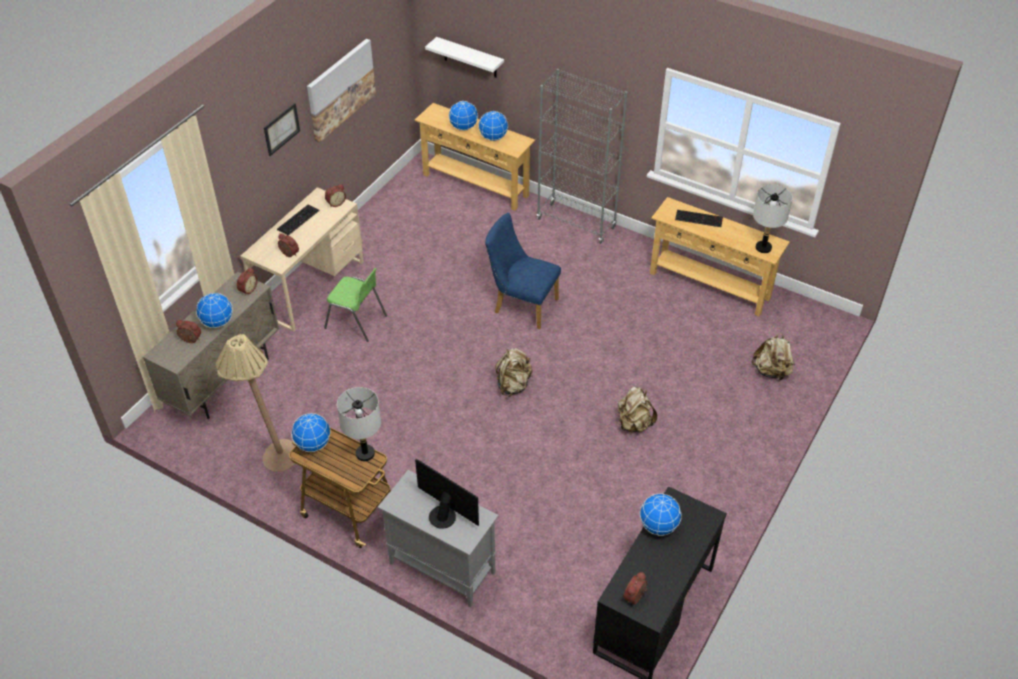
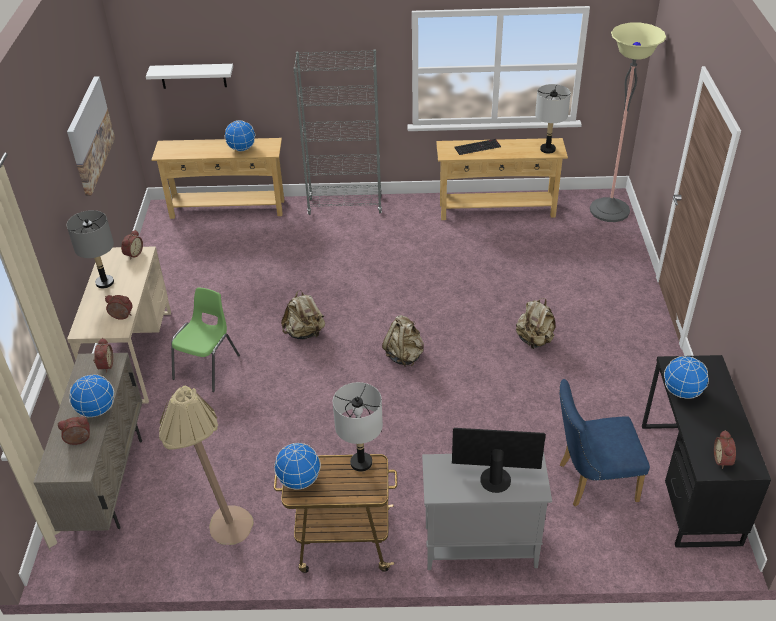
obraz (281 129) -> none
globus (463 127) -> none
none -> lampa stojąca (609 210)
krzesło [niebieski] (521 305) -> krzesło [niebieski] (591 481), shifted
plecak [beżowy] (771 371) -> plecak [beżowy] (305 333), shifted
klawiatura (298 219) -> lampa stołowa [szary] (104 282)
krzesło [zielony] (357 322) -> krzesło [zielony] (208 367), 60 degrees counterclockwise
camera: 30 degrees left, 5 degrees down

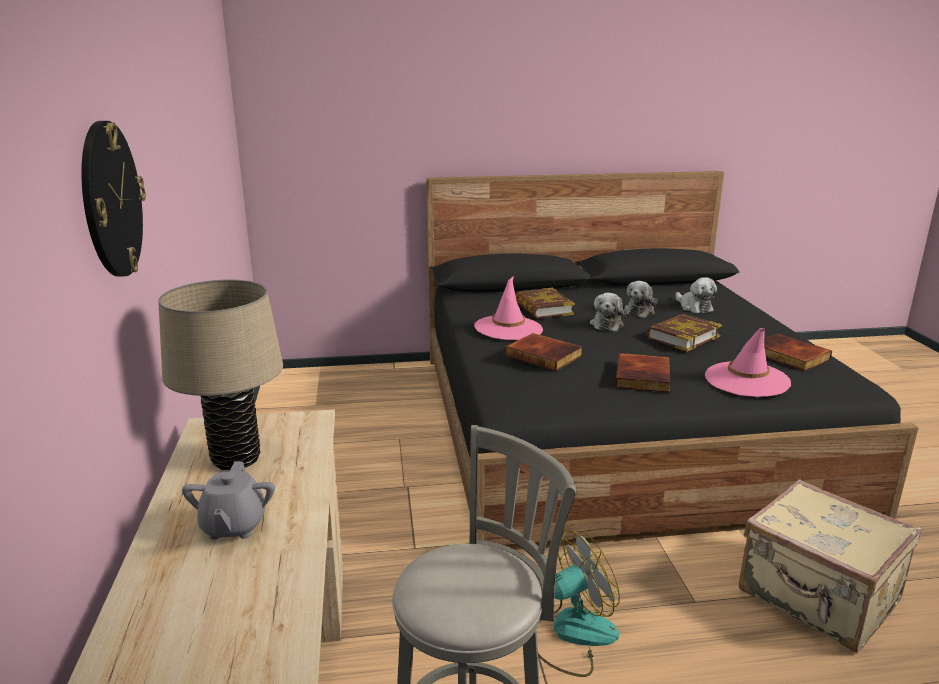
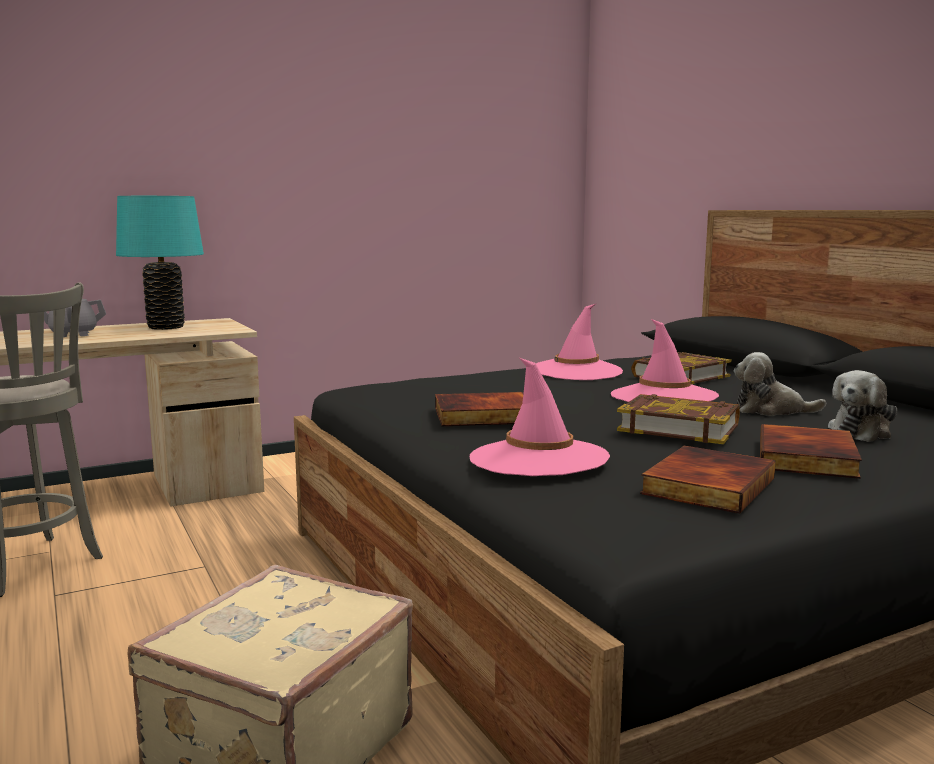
zegar ścienny (111 200) -> none
wentylator (571 634) -> none
książka (545 355) -> książka (809 458), shifted
pluszak (607 324) -> kapelusz [różowy] (663 396)
lampa stołowa [beżowy] (236 459) -> lampa stołowa [turkusowy] (166 327)
camera: 70 degrees right, 10 degrees down

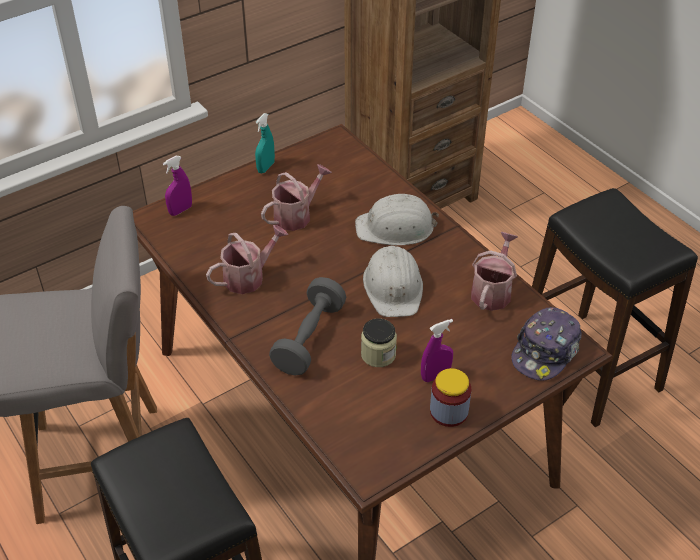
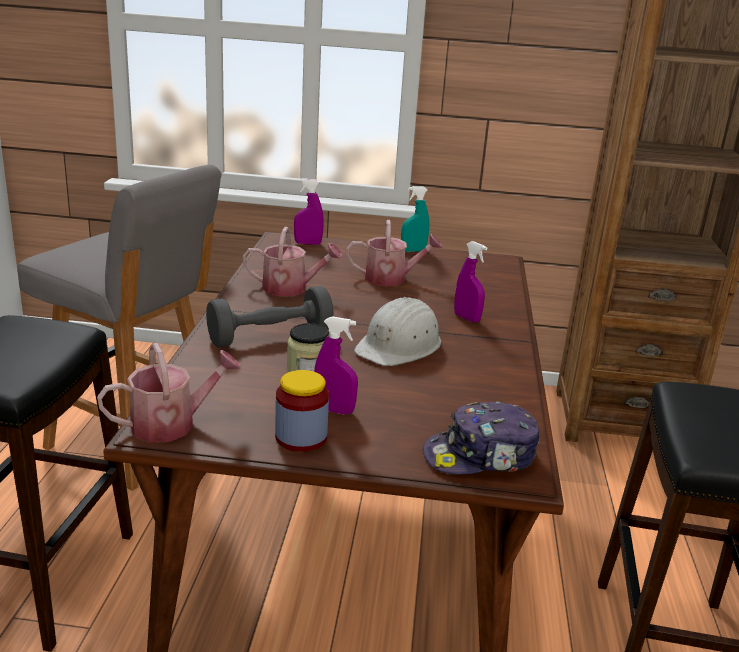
konewka (492 291) -> konewka (172 424), shifted
kask [biały] (396 228) -> spryskiwacz [fioletowy] (467 318)
camera: 40 degrees right, 20 degrees down

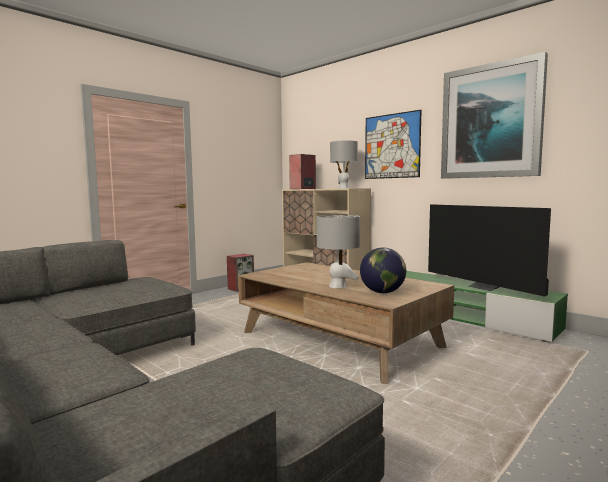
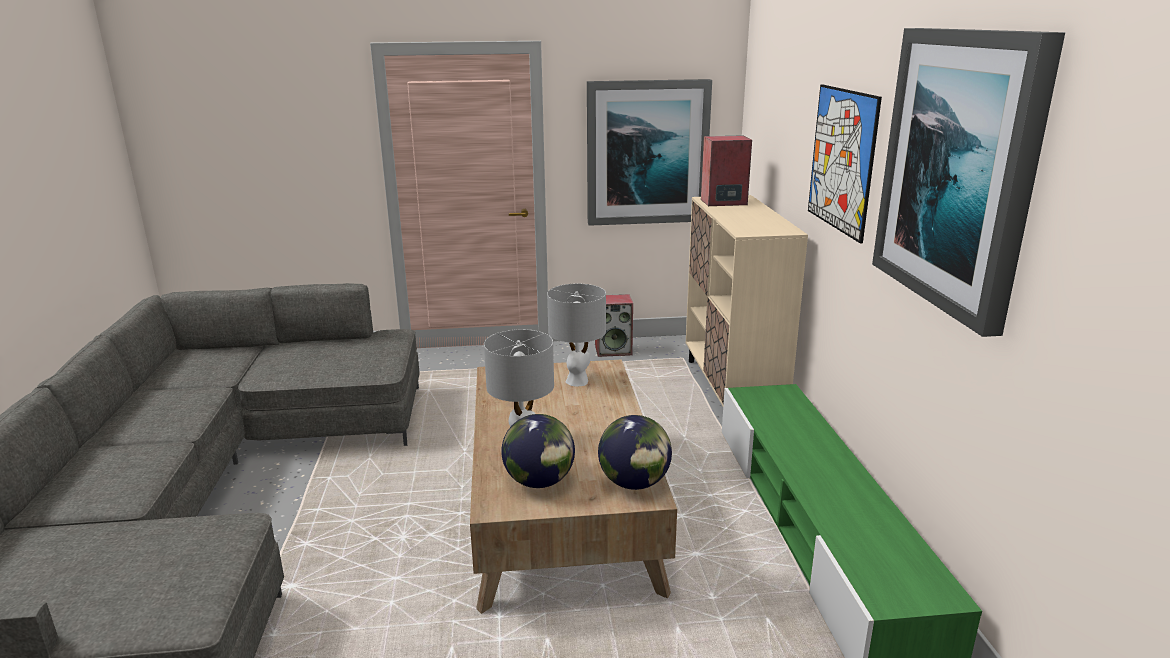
telewizor (484 287) -> none
none -> obraz (647 152)
none -> globus (634 483)
lampa stołowa [szary] (343 188) -> lampa stołowa [szary] (577 381), shifted
camera: 40 degrees right, 15 degrees up

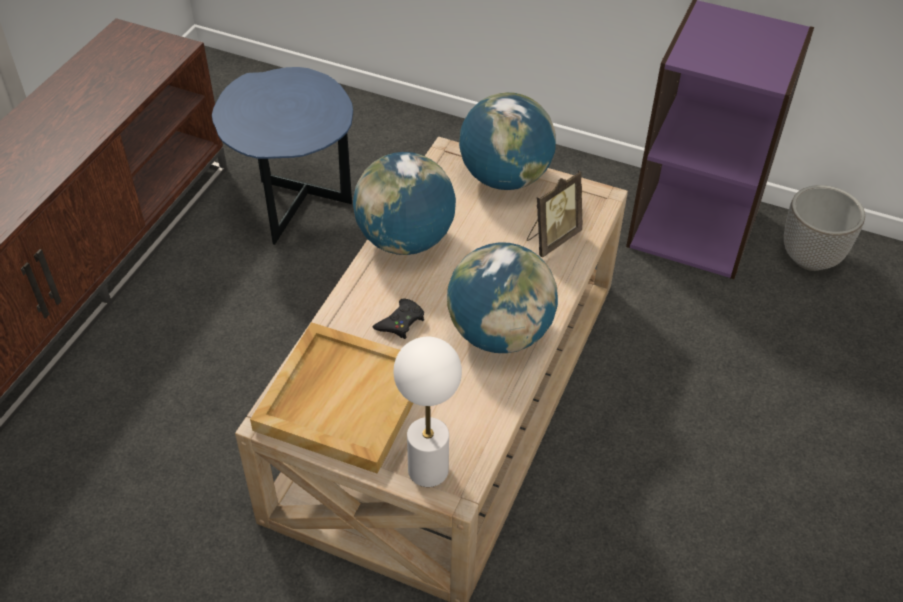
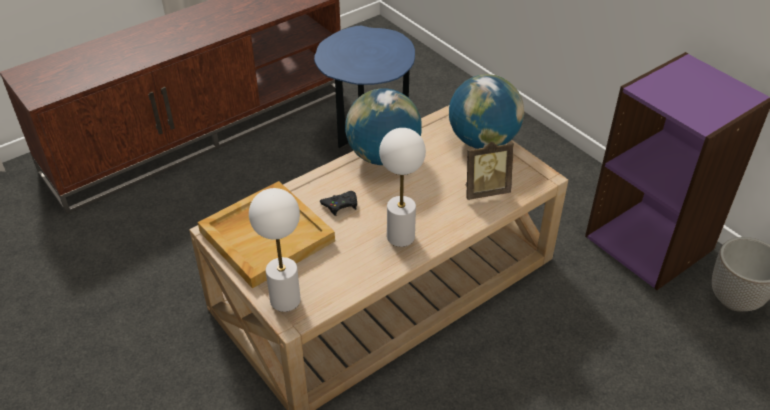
globus (500 333) -> lampa stołowa [biały] (400 237)
camera: 30 degrees right, 5 degrees down

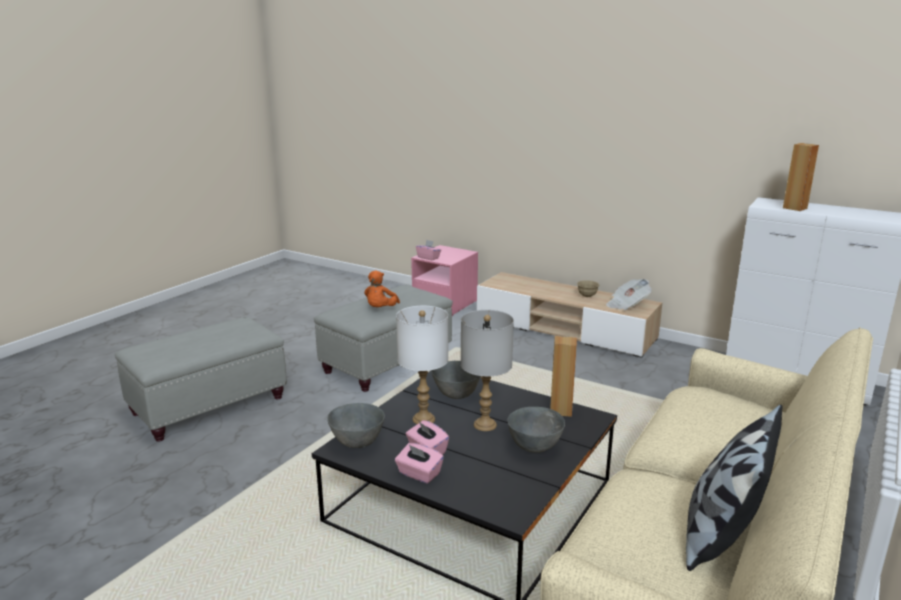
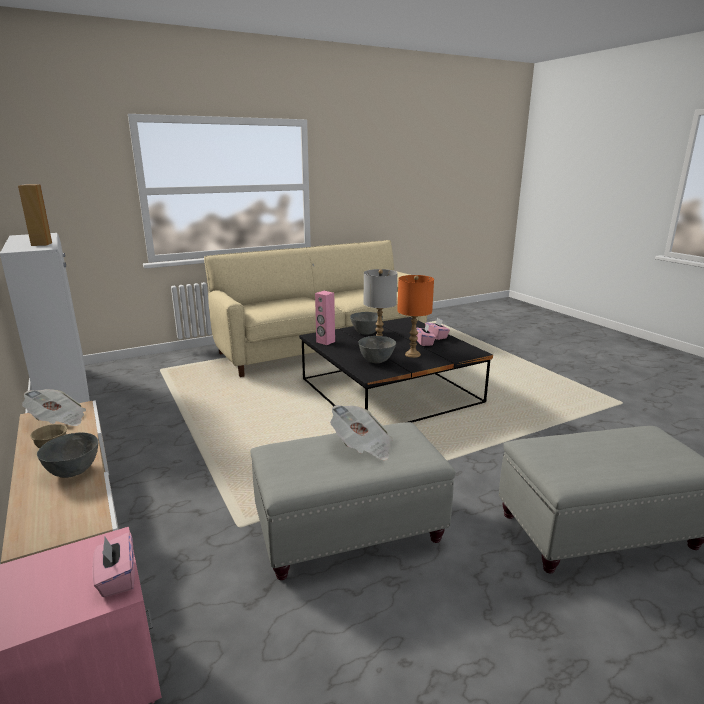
poduszka (721 536) -> none
miska [szary] (358 443) -> miska [szary] (73 472), shifted
pluszak [pomarańczowy] (380 309) -> gazeta (362 447)
lampa stołowa [biały] (423 419) -> lampa stołowa [pomarańczowy] (412 354)
głośnik [brązowy] (561 410) -> głośnik [różowy] (325 342)
camera: 150 degrees left, 0 degrees up

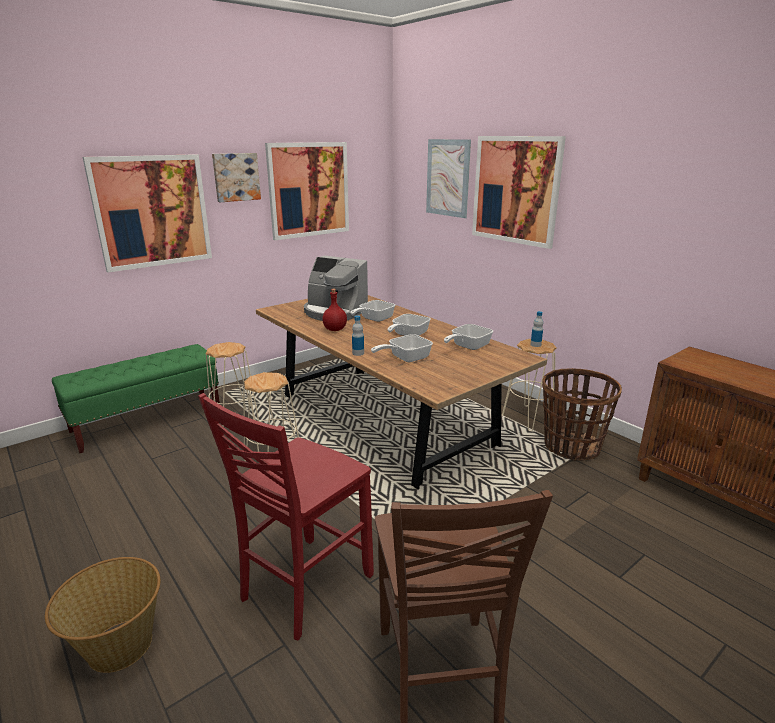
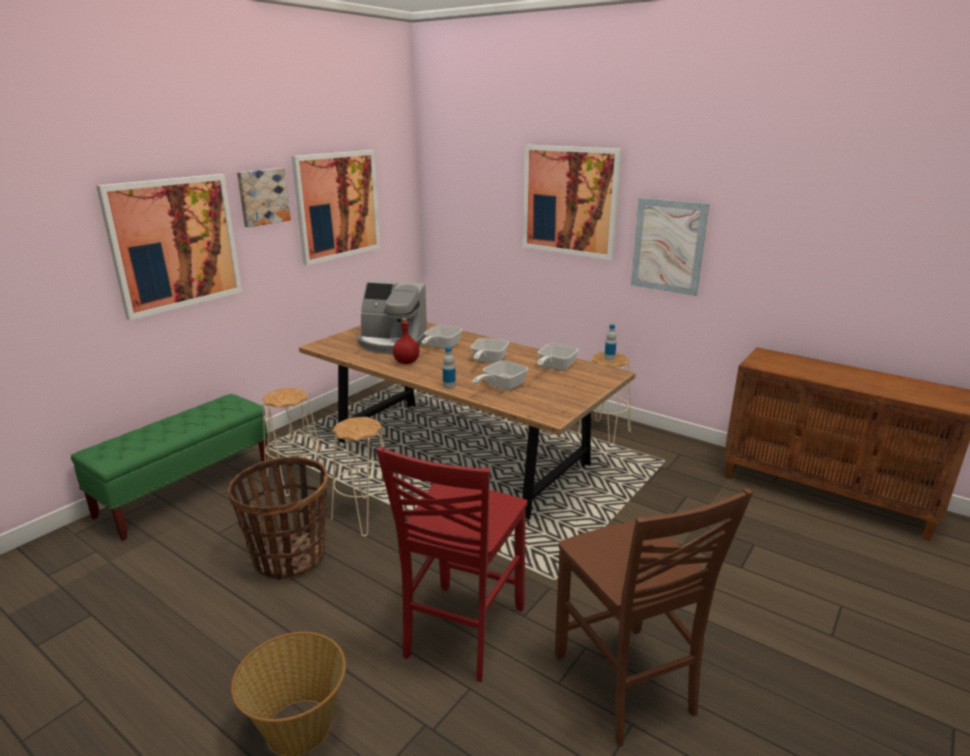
obraz (448 178) -> obraz (668 246), shifted
koszyk (571 446) -> koszyk (289 558), shifted
camera: 15 degrees left, 0 degrees up

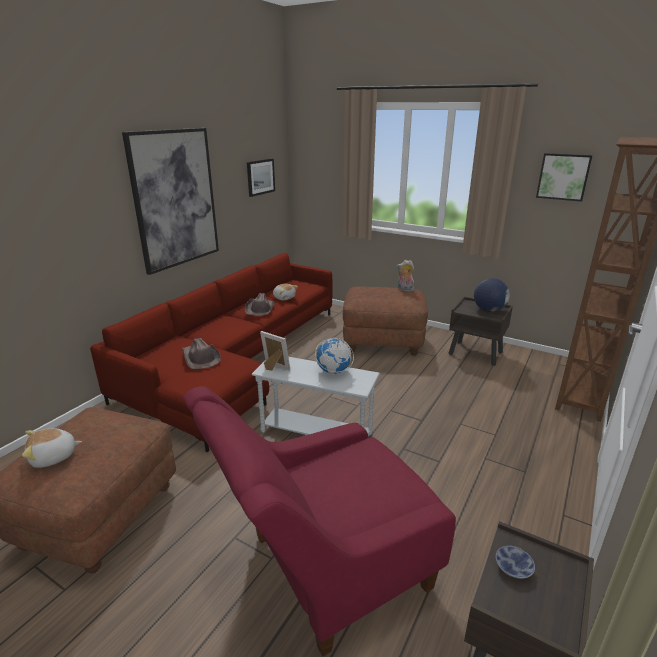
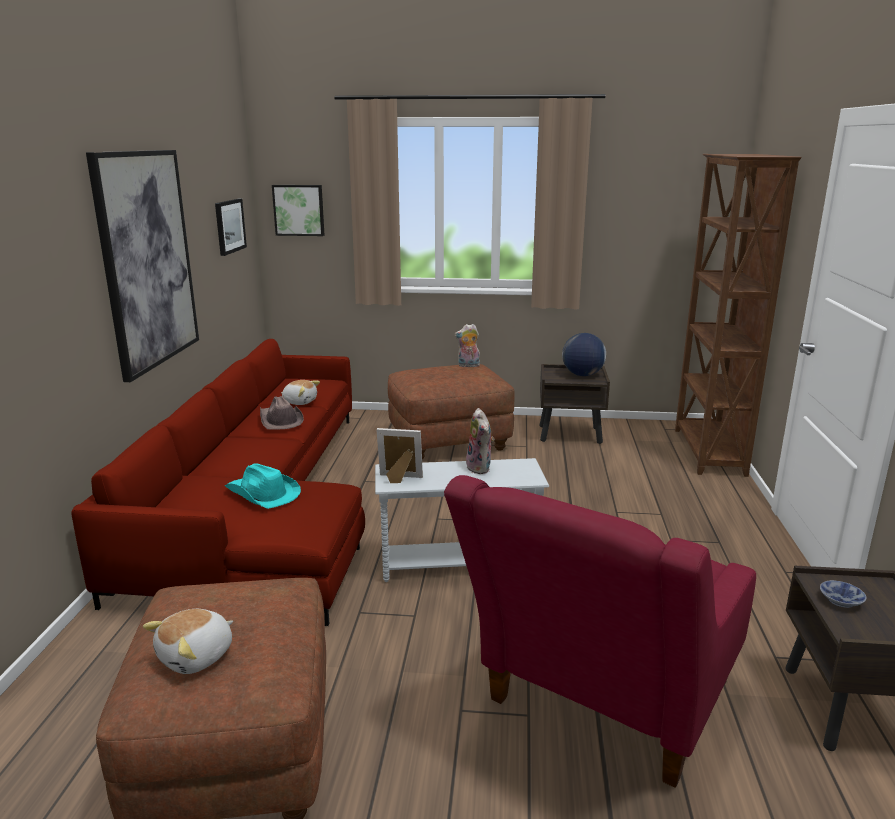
obraz (563 176) -> obraz (299 210), shifted
globus (333 372) -> pluszak (480 468)
kapelusz [brązowy] (200 358) -> kapelusz [turkusowy] (262 494)
camera: 25 degrees left, 5 degrees down

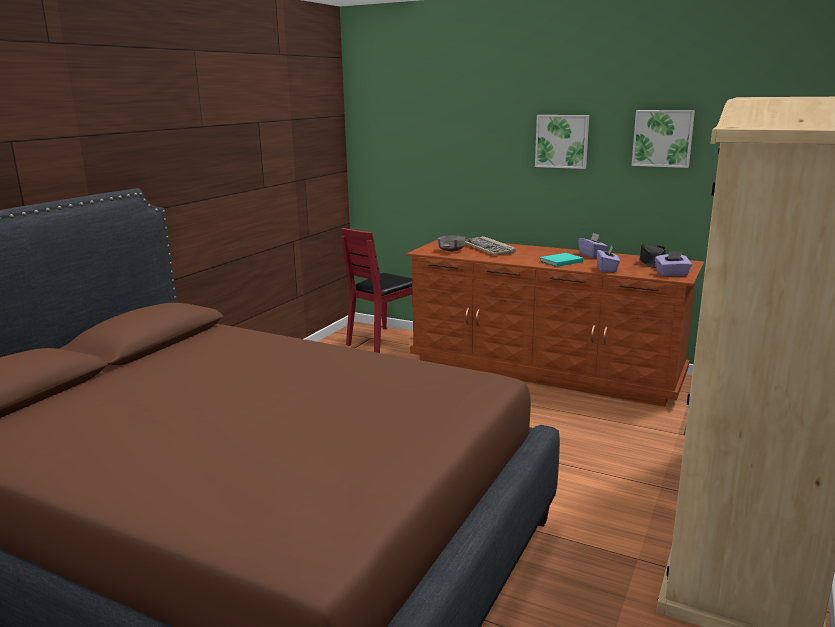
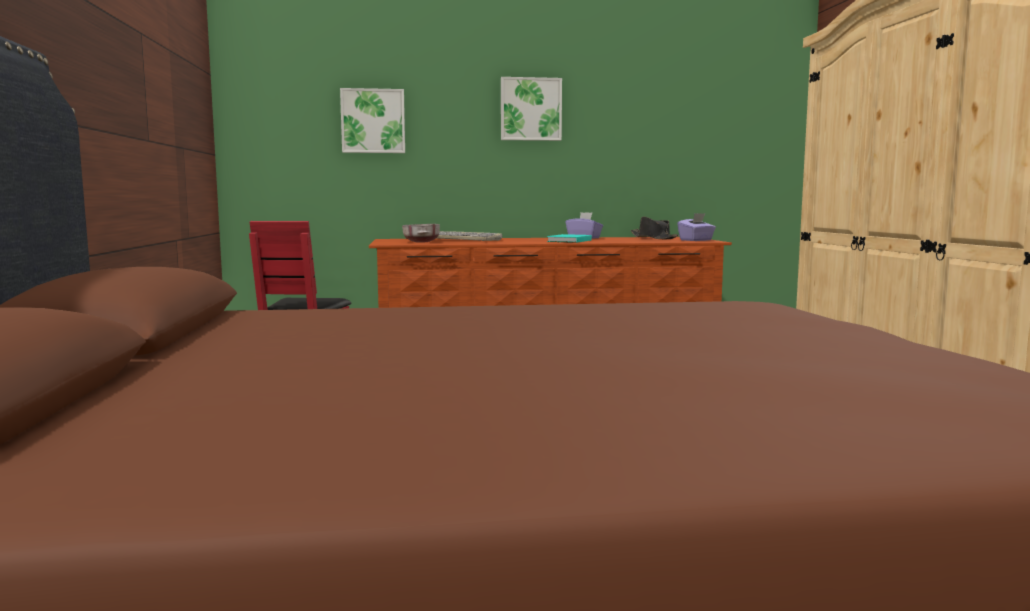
pudełko chusteczek [fioletowy] (607 269) -> none
obraz (662 138) -> obraz (373 121), shifted
camera: 35 degrees left, 10 degrees down

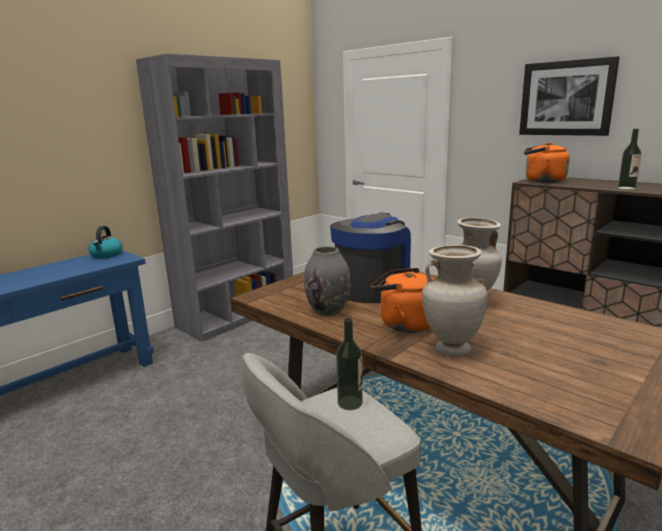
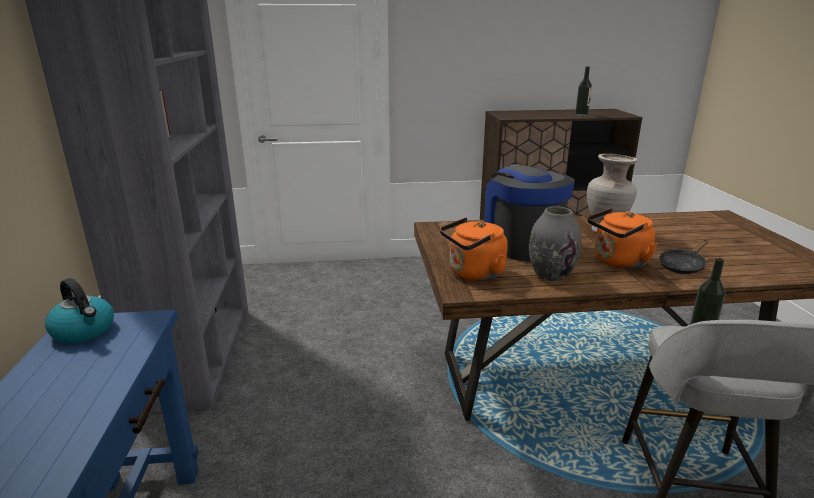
obraz (566 98) -> none
czajnik [pomarańczowy] (542 181) -> czajnik [pomarańczowy] (473 274), shifted
wazon [beżowy] (452 349) -> patelnia [czarny] (683 266)
camera: 50 degrees left, 5 degrees up

